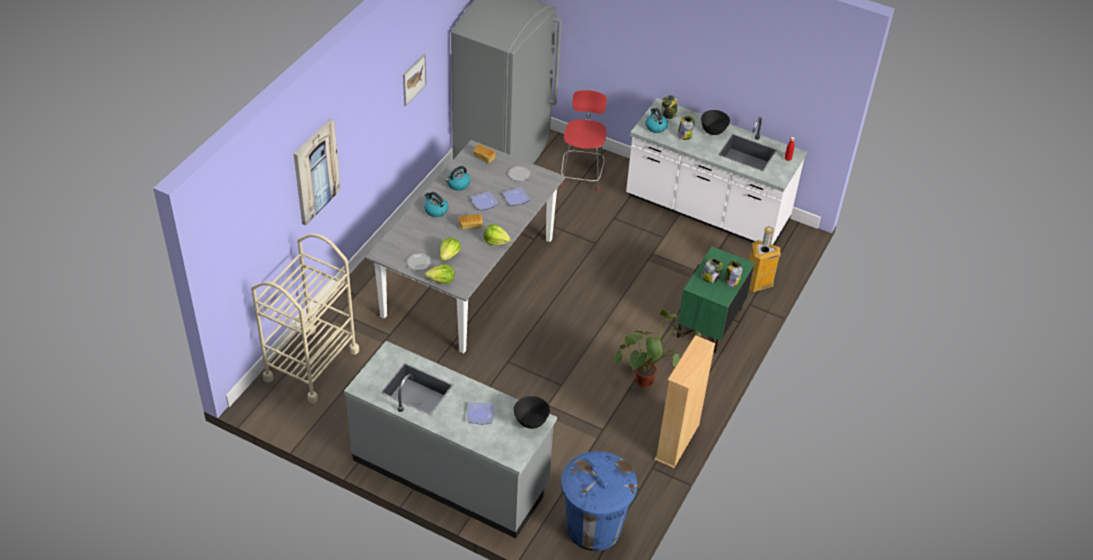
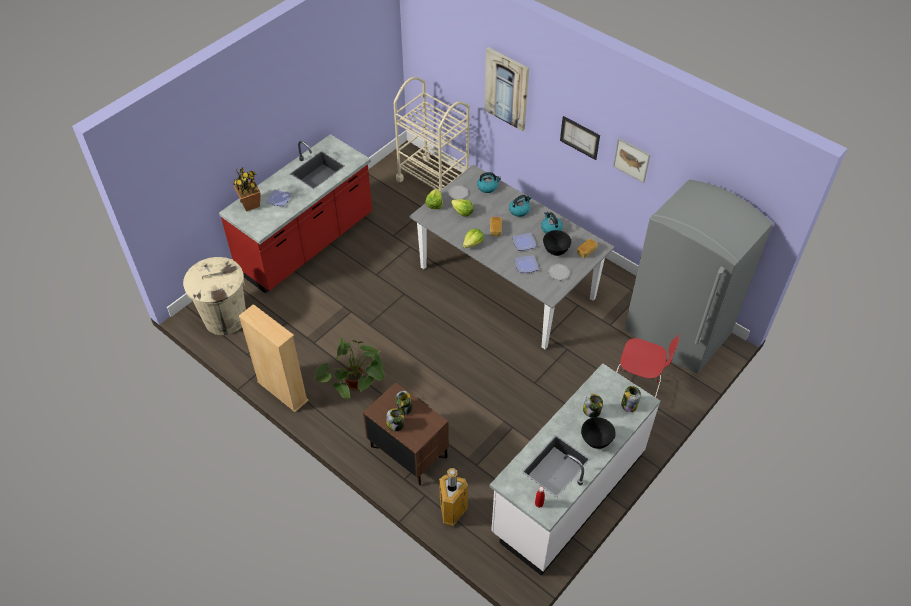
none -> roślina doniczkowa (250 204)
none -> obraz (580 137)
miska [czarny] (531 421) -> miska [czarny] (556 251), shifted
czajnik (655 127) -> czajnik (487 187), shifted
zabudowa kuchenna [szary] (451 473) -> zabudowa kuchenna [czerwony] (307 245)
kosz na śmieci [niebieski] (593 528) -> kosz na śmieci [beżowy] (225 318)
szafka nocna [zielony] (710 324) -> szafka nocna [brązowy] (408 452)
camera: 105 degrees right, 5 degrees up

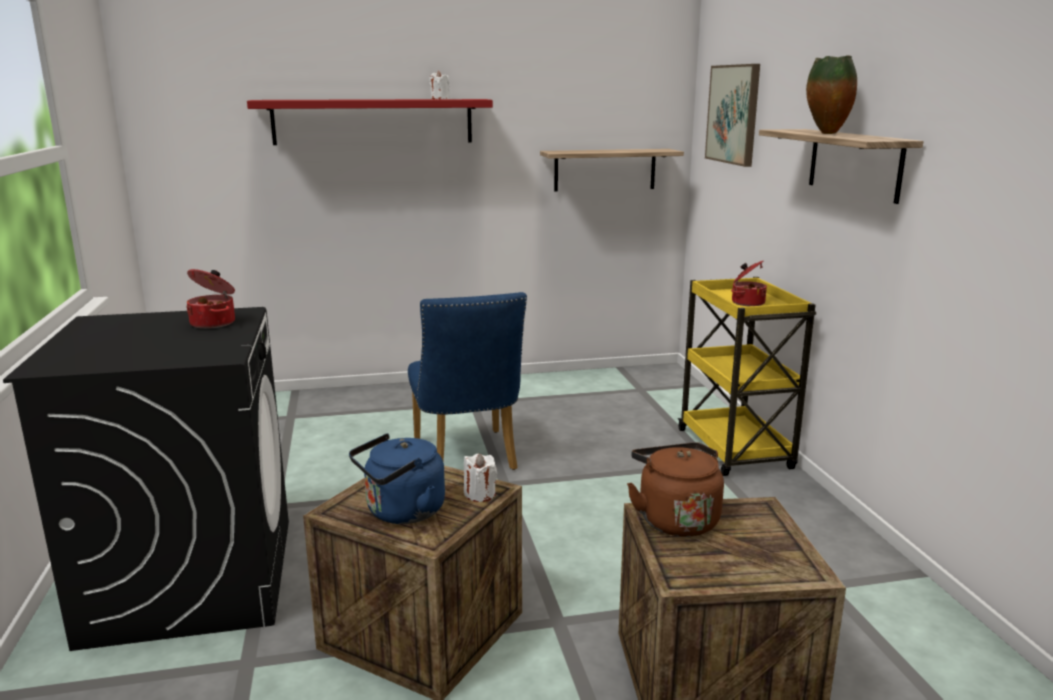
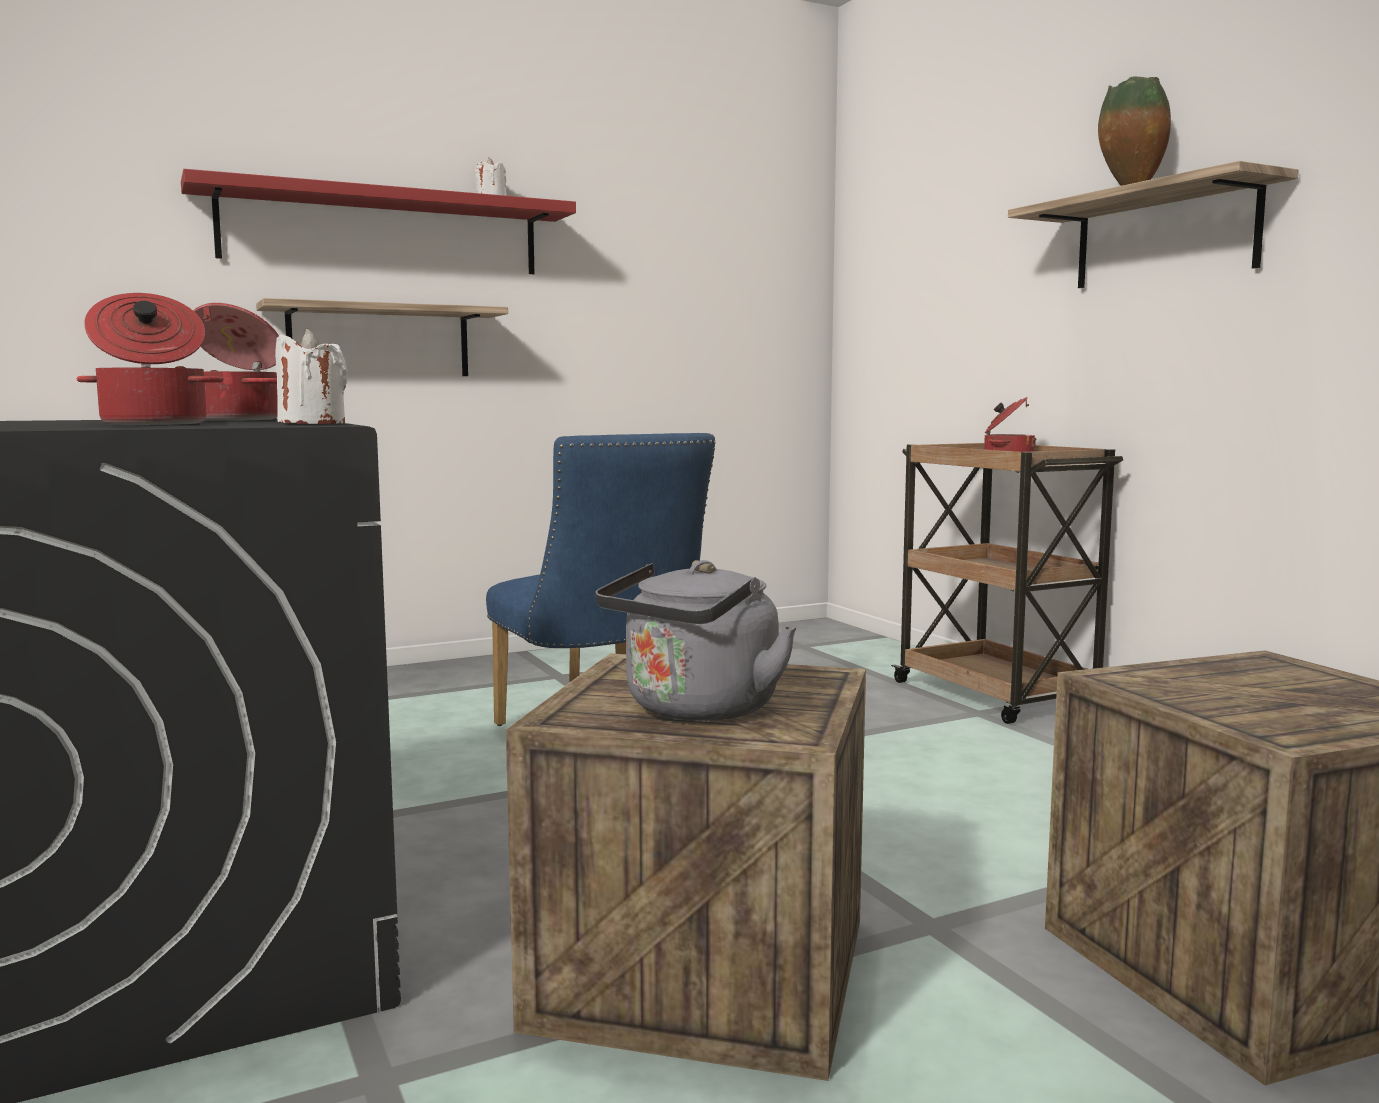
czajnik [brązowy] (675 519) -> none
obraz (733 114) -> none
none -> garnek (153 423)
świeca [biały] (480 494) -> świeca [biały] (312 423), shifted
półka (605 170) -> półka (379 341), shifted
czajnik [niebieski] (401 512) -> czajnik [szary] (696 710)
wózek [żółty] (735 450) -> wózek [brązowy] (996 696)
camera: 15 degrees left, 10 degrees down

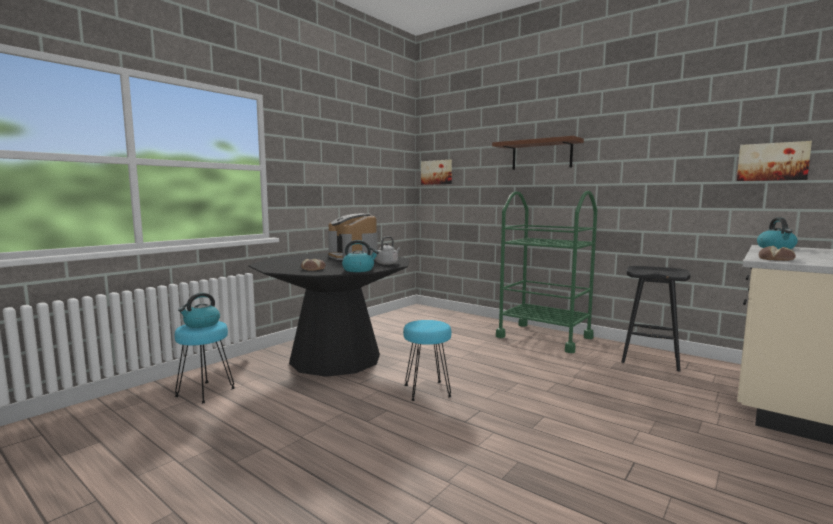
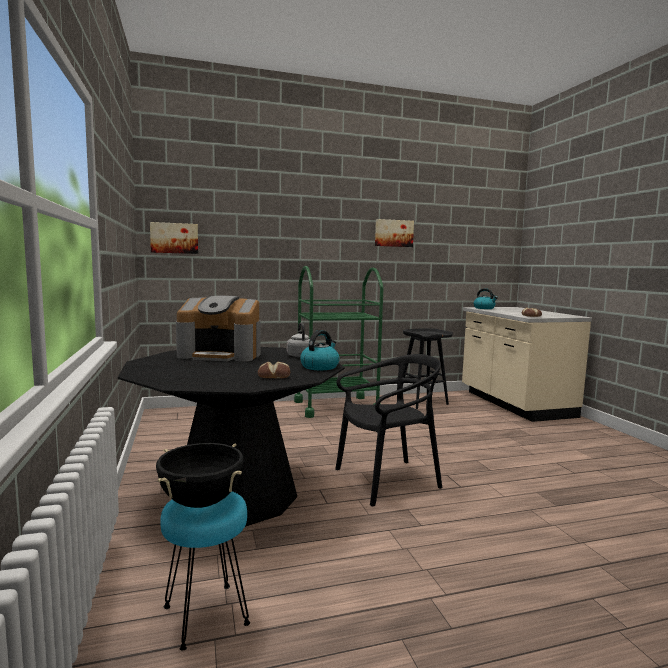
półka [brązowy] (541 155) -> none
obraz (772 162) -> obraz (393 233), shifted
czajnik (201 324) -> garnek [czarny] (201 502)
stołek [turkusowy] (427 391) -> krzesło [czarny] (387 480)
camera: 55 degrees left, 0 degrees up

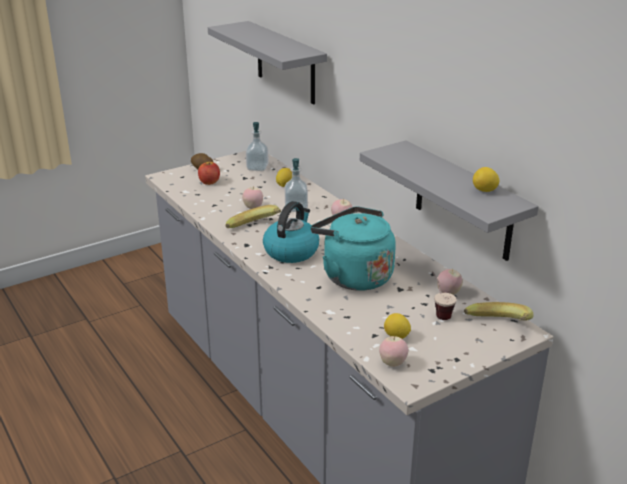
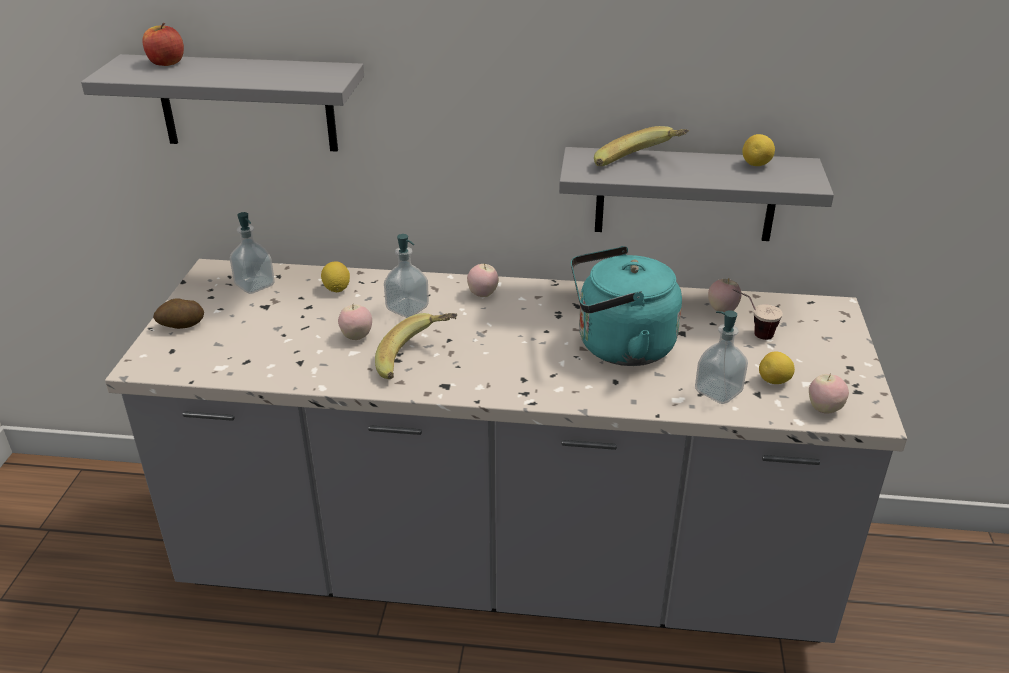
czajnik (291 251) -> none
none -> dozownik mydła (718 392)
jabłko (209 182) -> jabłko (166 63), shifted
banan (498 328) -> banan (640 166), shifted
camera: 50 degrees left, 5 degrees up

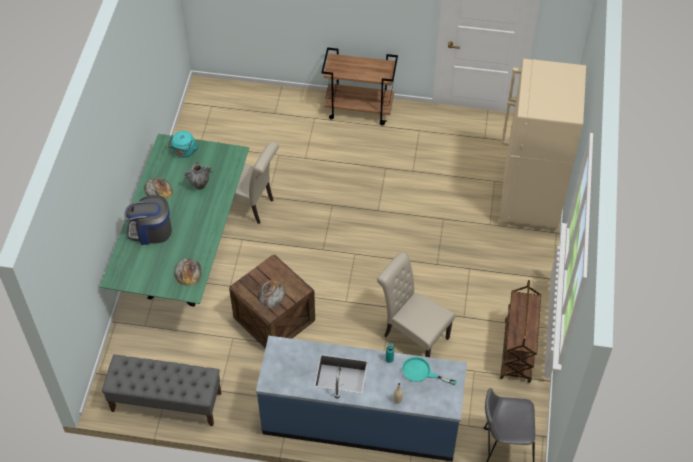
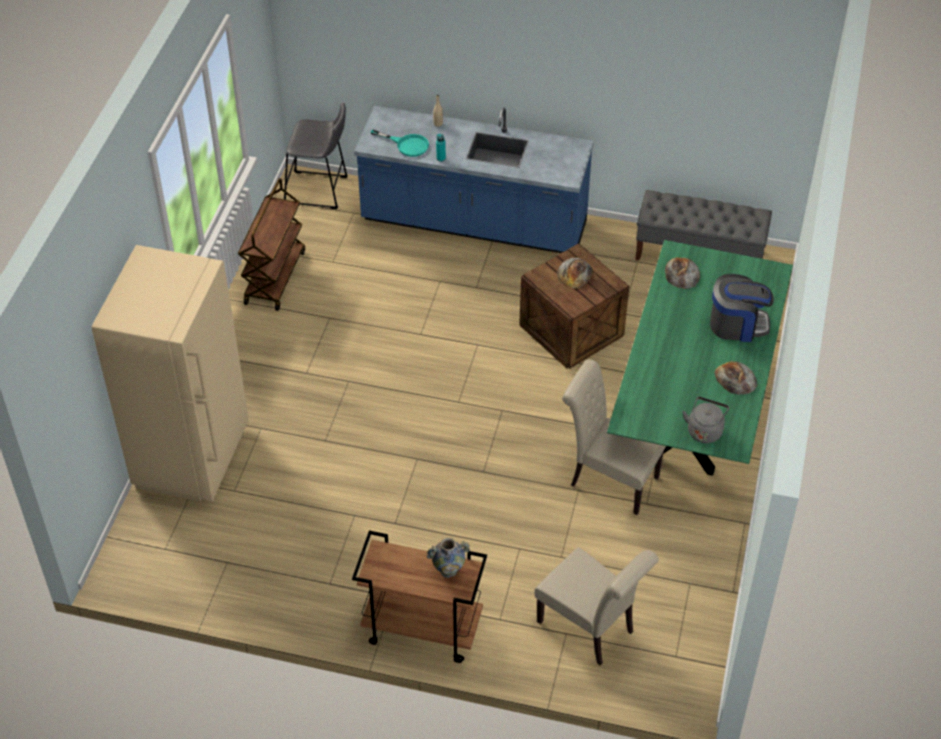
wazon (200 185) -> wazon (448 571), shifted
krzesło [beżowy] (412 335) -> krzesło [beżowy] (590 629), shifted
czajnik [turkusowy] (184 152) -> czajnik [szary] (705 430)
camera: 175 degrees left, 5 degrees down

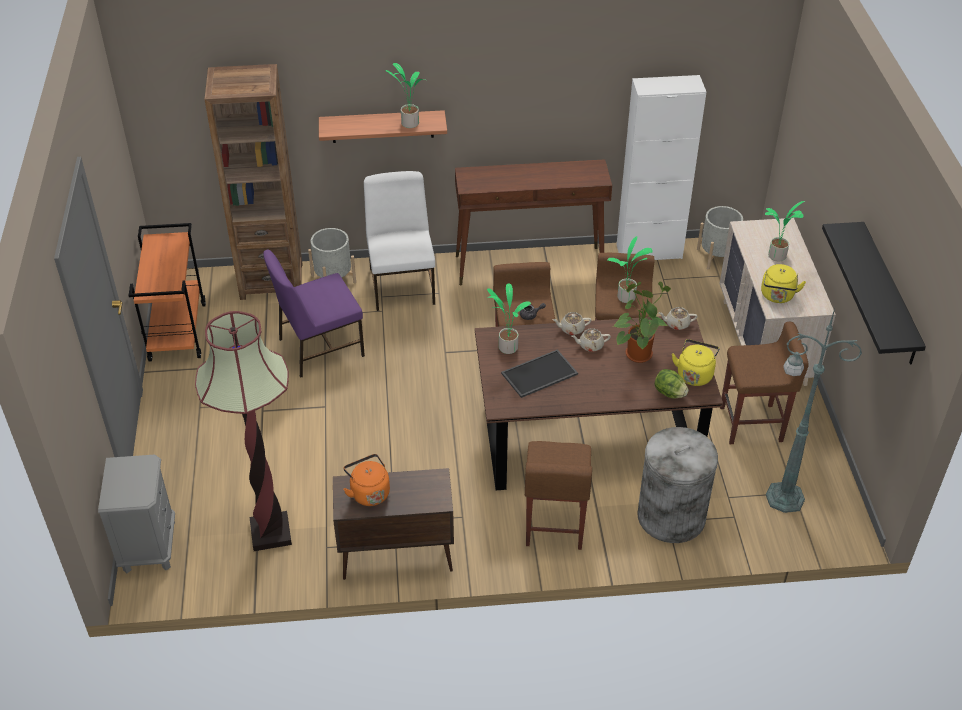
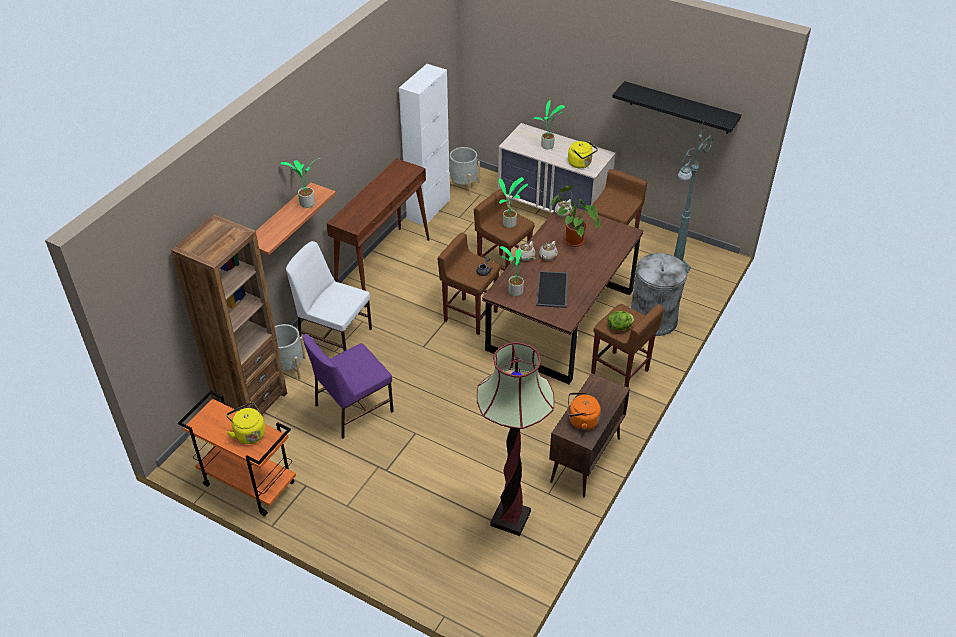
szafka nocna [szary] (149 546) -> none
sałata (669 393) -> sałata (620 327), shifted
czajnik [żółty] (694 374) -> czajnik [żółty] (249 433), shifted
krzesło [fioletowy] (319 347) -> krzesło [fioletowy] (352 408), 45 degrees clockwise
camera: 55 degrees left, 0 degrees up

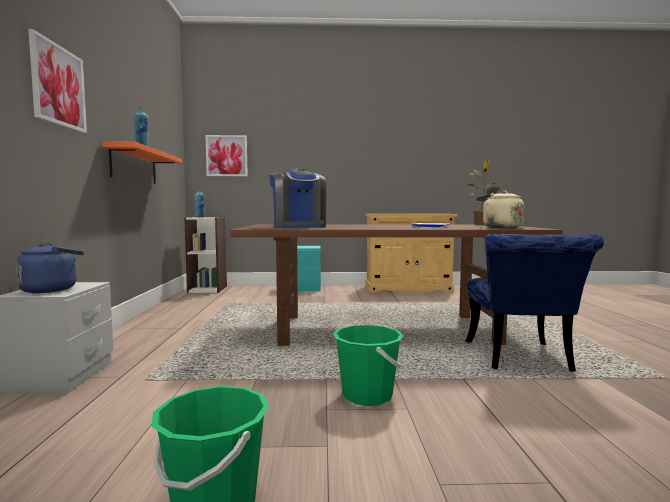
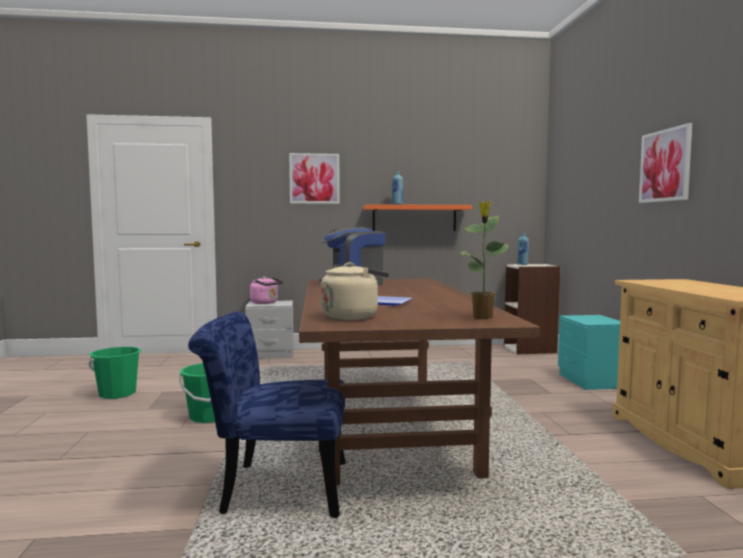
obraz (226 156) -> obraz (665 165), shifted
czajnik [niebieski] (52 289) -> czajnik [różowy] (266 303)
camera: 85 degrees right, 0 degrees up

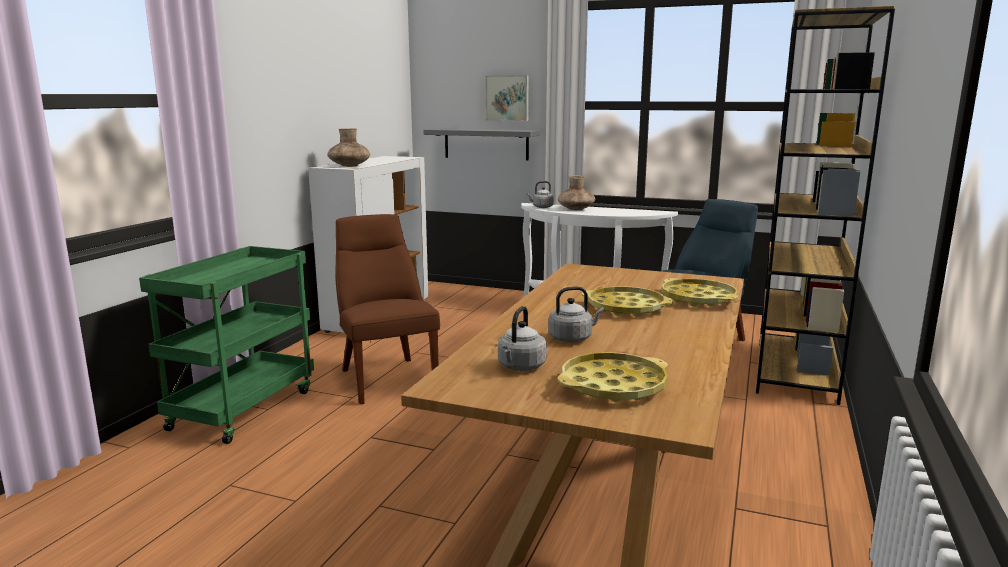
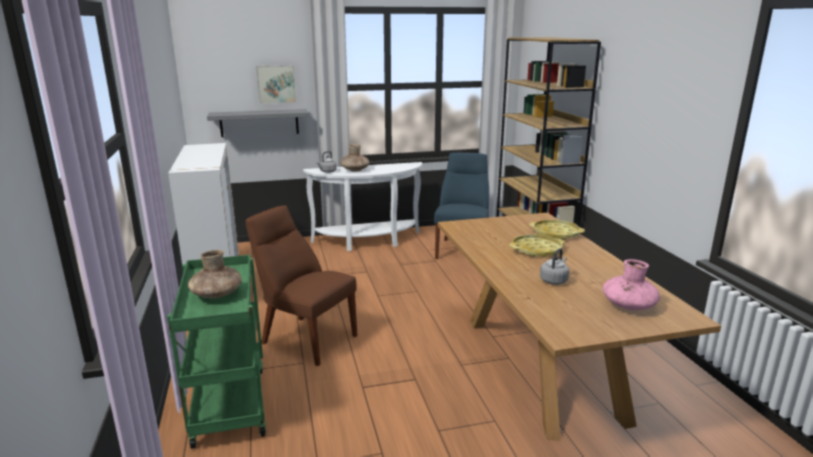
czajnik [szary] (520 367) -> none
wazon [brązowy] (349 166) -> wazon [brązowy] (216 295), shifted
taca [żółty] (613 385) -> wazon [różowy] (628 305)
camera: 35 degrees left, 5 degrees up

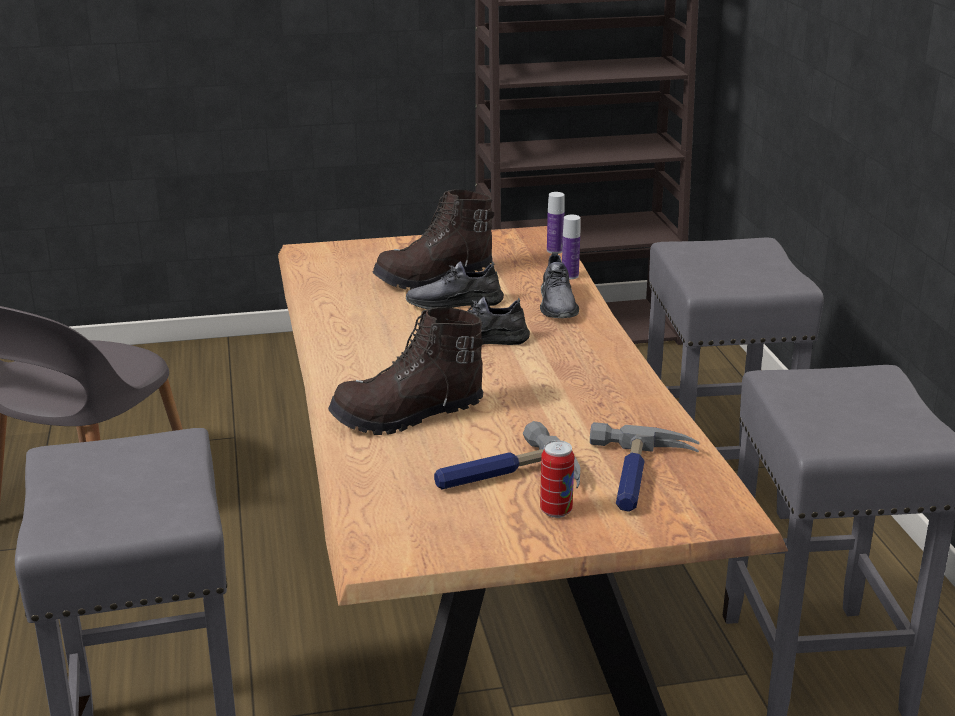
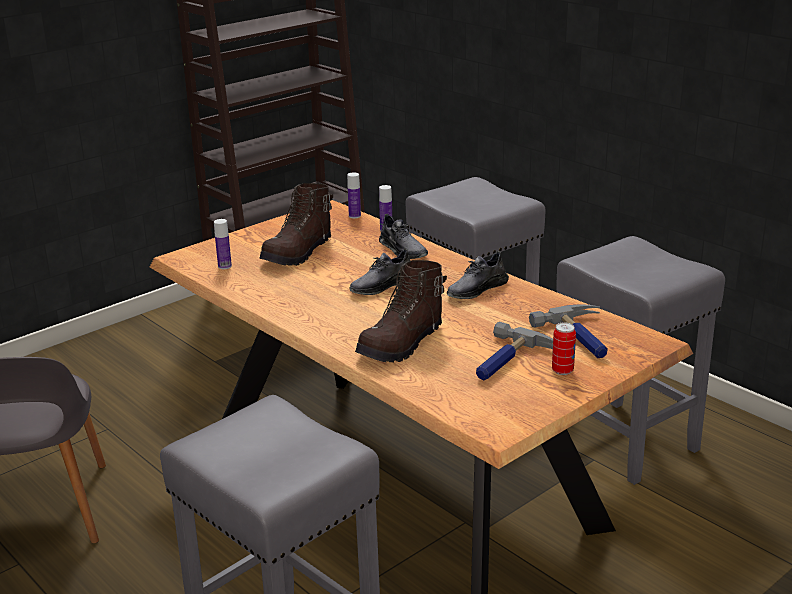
none -> butelka (224 266)
but [szary] (454 303) -> but [szary] (476 289), shifted
camera: 30 degrees left, 0 degrees up

